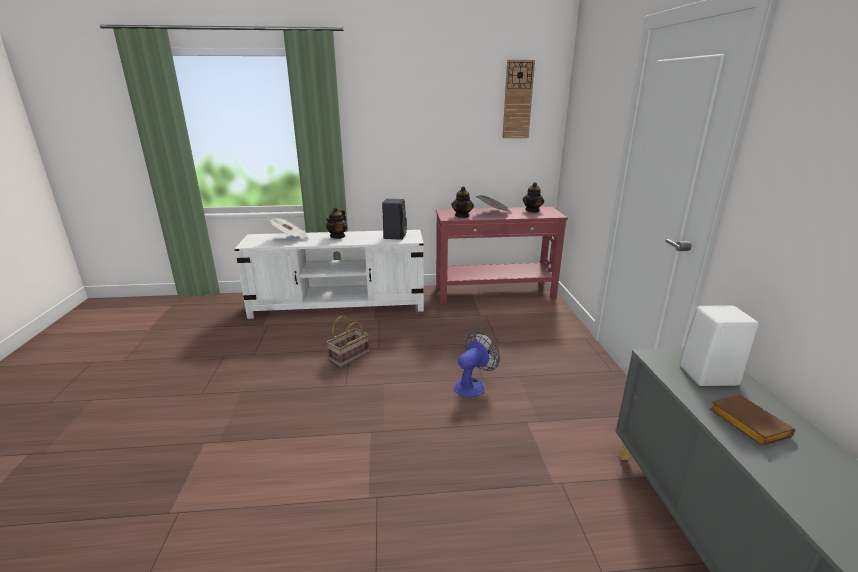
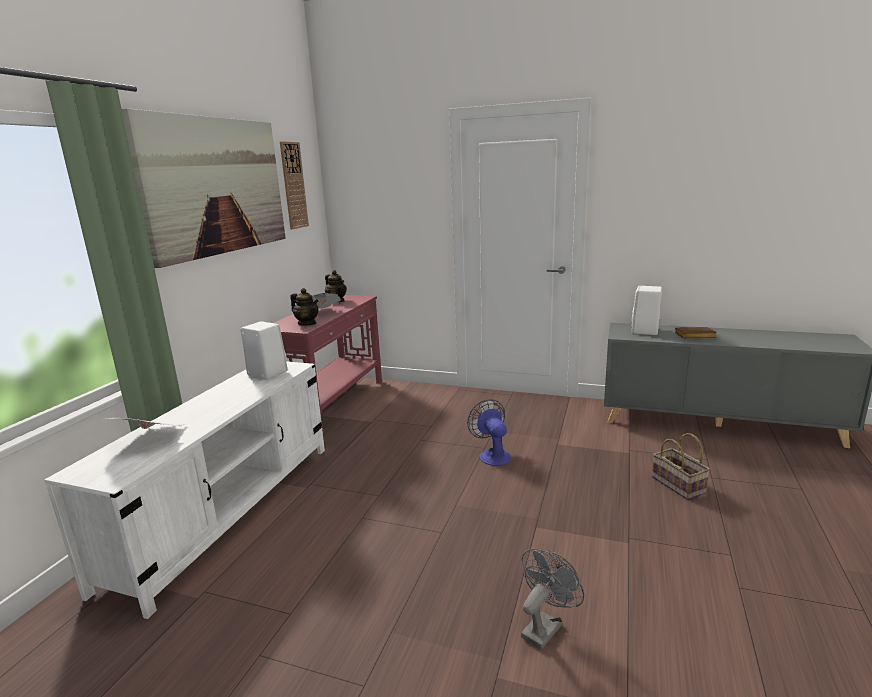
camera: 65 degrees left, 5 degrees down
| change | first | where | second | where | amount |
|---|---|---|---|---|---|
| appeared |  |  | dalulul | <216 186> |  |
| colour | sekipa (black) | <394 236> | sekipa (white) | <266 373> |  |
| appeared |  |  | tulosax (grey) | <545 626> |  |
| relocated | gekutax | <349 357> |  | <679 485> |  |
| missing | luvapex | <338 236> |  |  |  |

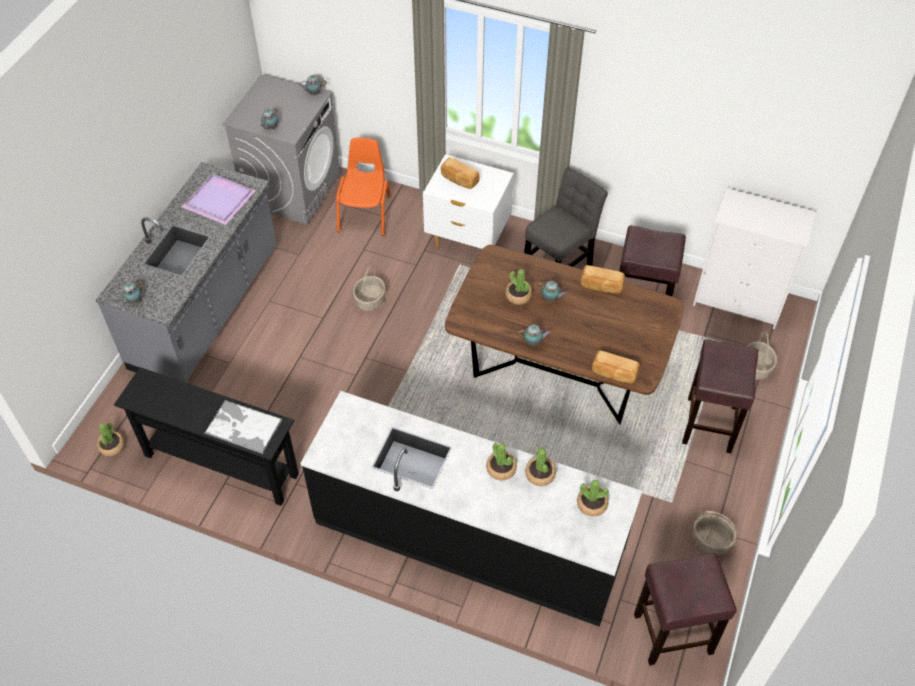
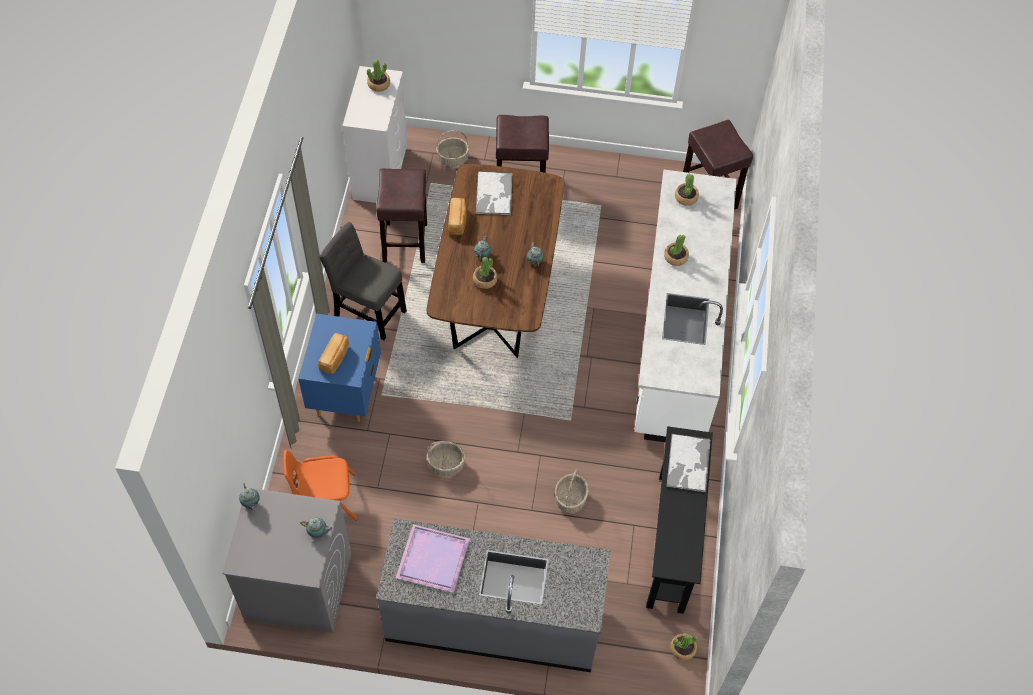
camera: 105 degrees left, 5 degrees up
| change | first | where | second | where | amount |
|---|---|---|---|---|---|
| colour | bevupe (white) | <468 240> | bevupe (blue) | <346 394> |  |
| relocated | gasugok | <540 474> |  | <378 84> |  |
| appeared |  |  | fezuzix | <494 194> |  |
| relocated | gekutax | <710 541> |  | <570 499> |  |
| colour | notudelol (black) | <468 537> | notudelol (white) | <676 334> |  |
| missing | luvapex | <133 301> |  |  |  |
| missing | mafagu | <614 373> |  |  |  |

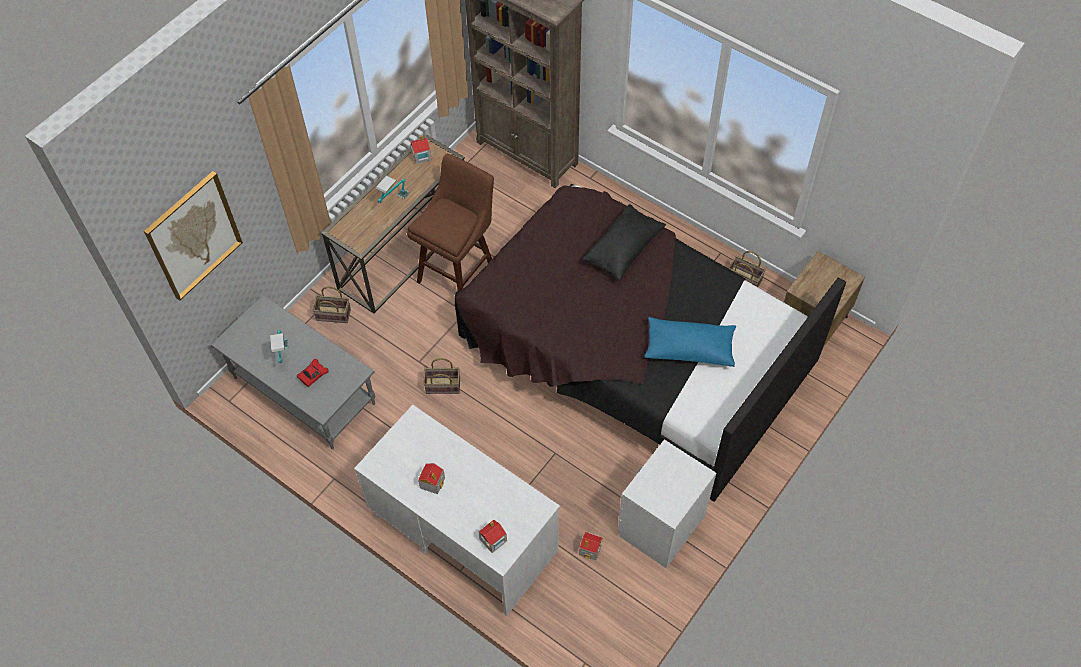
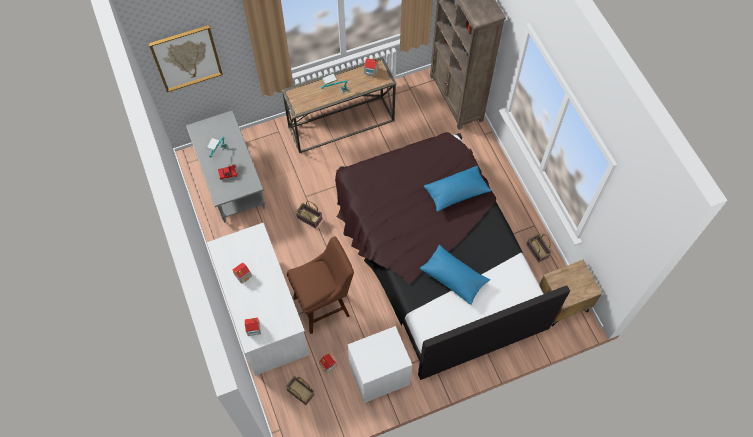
camera: 30 degrees right, 5 degrees up
| change | first | where | second | where | amount |
|---|---|---|---|---|---|
| relocated | gekutax | <332 315> |  | <299 392> |  |
| relocated | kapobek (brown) | <459 271> |  | <325 305> |  |
| colour | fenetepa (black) | <623 249> | fenetepa (blue) | <456 192> |  |

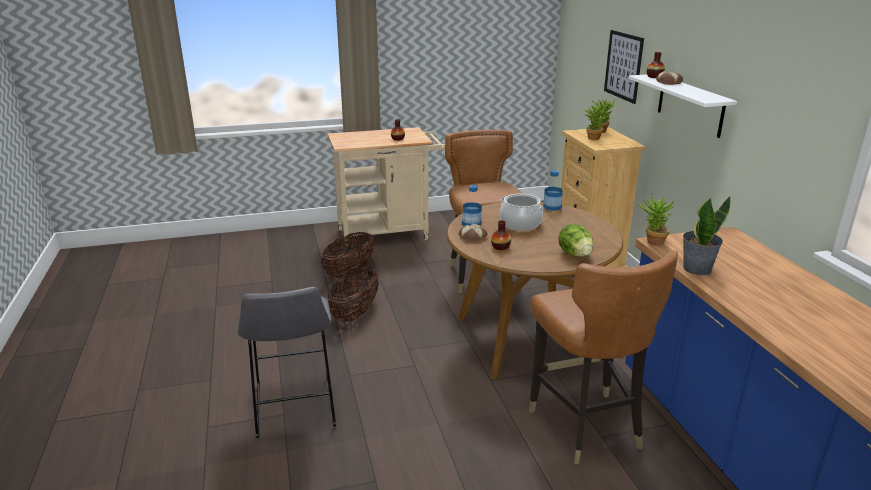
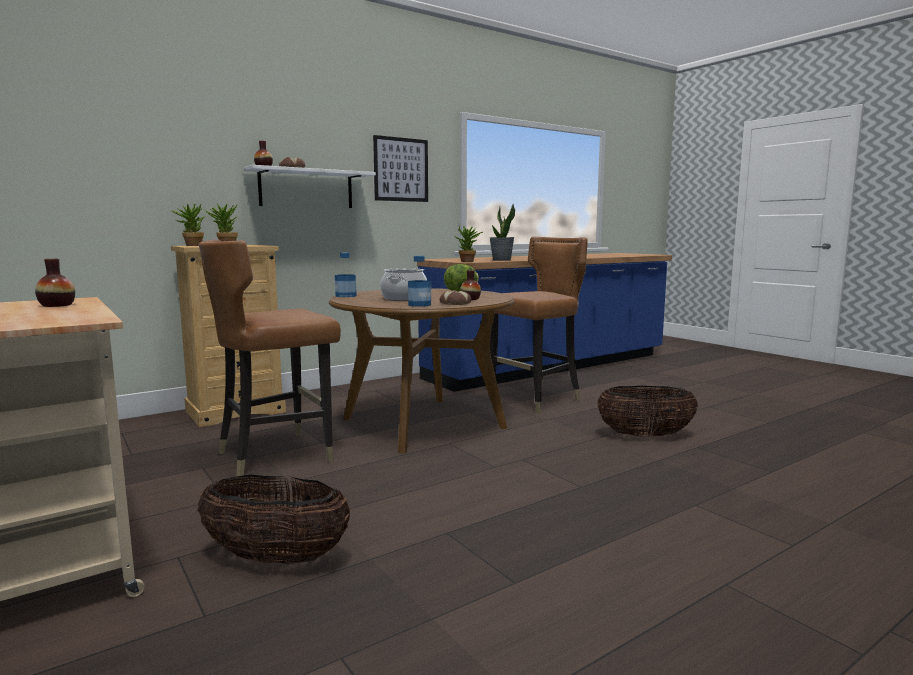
camera: 110 degrees left, 15 degrees down
| change | first | where | second | where | amount |
|---|---|---|---|---|---|
| relocated | dalulul | <623 66> |  | <401 169> |  |
| relocated | gekutax | <355 313> |  | <645 435> |  |
| missing | kapobek (grey) | <294 409> |  |  |  |

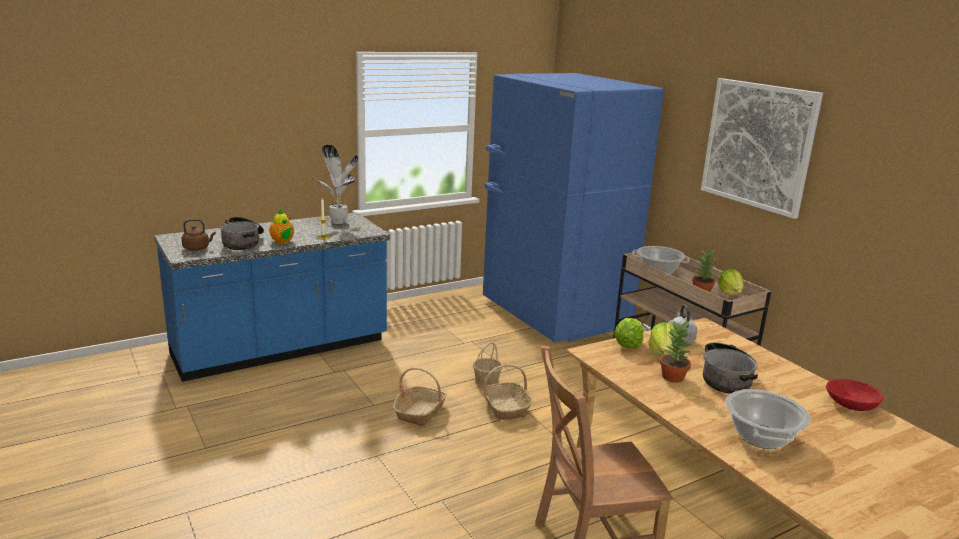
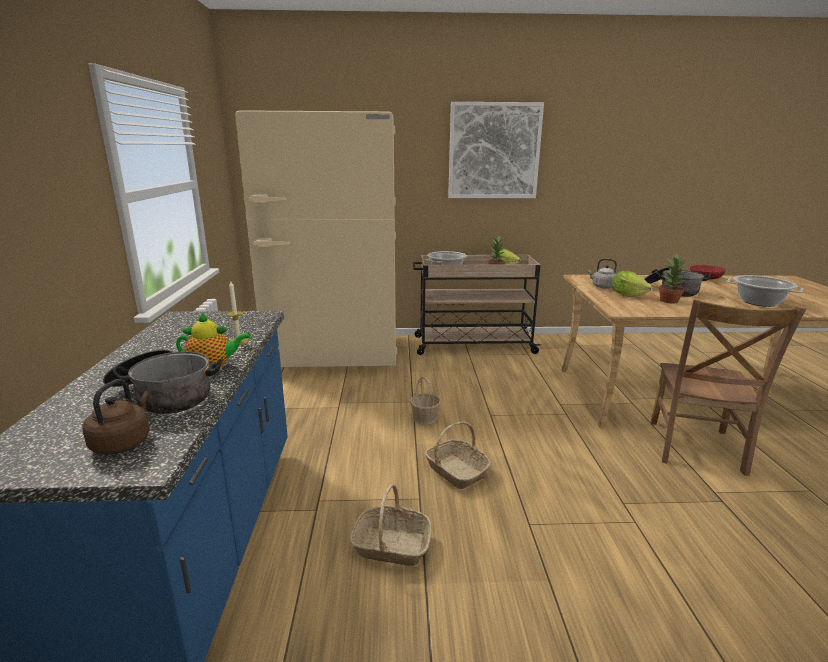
camera: 60 degrees left, 0 degrees up
| change | first | where | second | where | amount |
|---|---|---|---|---|---|
| colour | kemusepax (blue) | <554 315> | kemusepax (beige) | <335 354> |  |
| relocated | gekutax | <505 407> |  | <391 546> |  |
| missing | gasugok | <338 222> |  |  |  |
| missing | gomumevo | <627 345> |  |  |  |

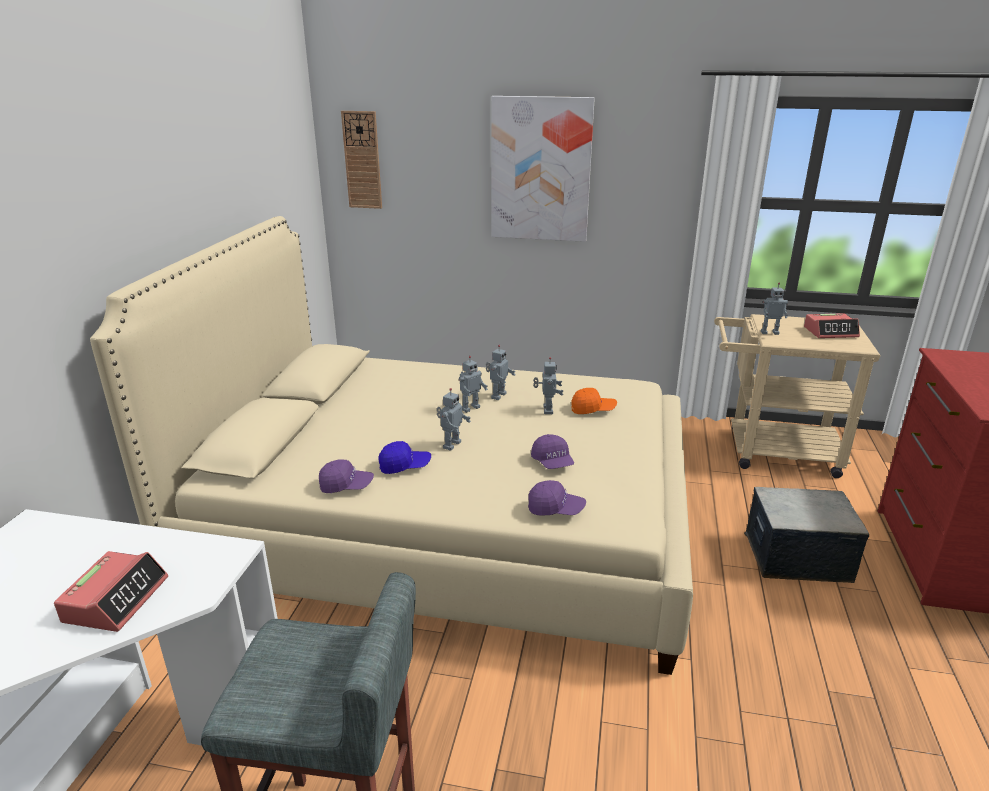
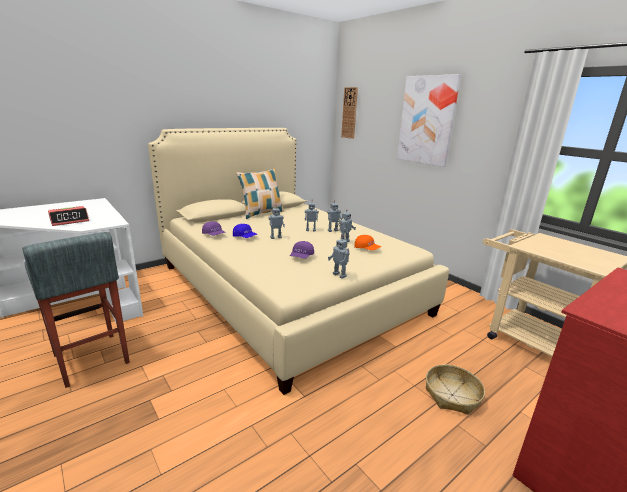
camera: 40 degrees right, 5 degrees down
| change | first | where | second | where | amount |
|---|---|---|---|---|---|
| appeared |  |  | fenetepa | <261 213> |  |
| relocated | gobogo | <769 332> |  | <340 275> |  |
| exchanged | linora | <796 557> | gekutax | <452 395> |  |
| missing | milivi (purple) | <555 509> |  |  |  |
| missing | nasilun | <830 332> |  |  |  |

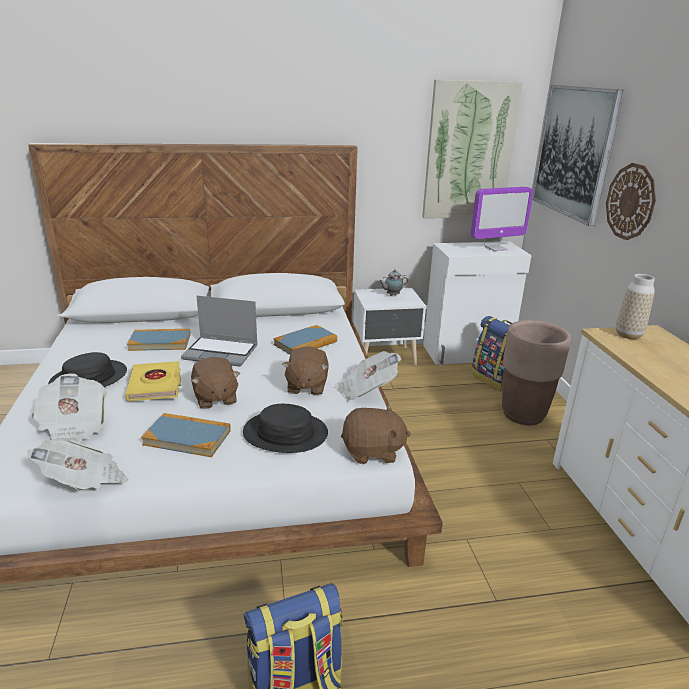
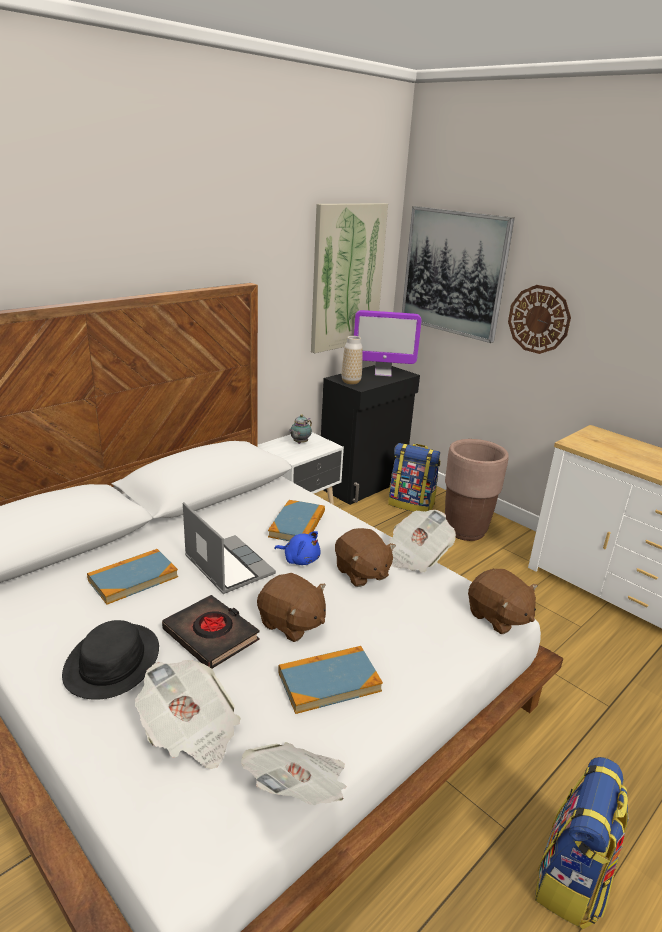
camera: 35 degrees left, 0 degrees up
| change | first | where | second | where | amount |
|---|---|---|---|---|---|
| colour | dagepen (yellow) | <155 385> | dagepen (black) | <211 635> |  |
| spun | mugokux | <222 352> |  | <227 566> | 105 degrees counterclockwise |
| appeared |  |  | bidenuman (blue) | <300 559> |  |
| colour | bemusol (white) | <467 353> | bemusol (black) | <364 484> |  |
| relocated | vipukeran | <628 335> |  | <351 382> |  |
| spun | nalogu | <495 248> |  | <383 373> | 60 degrees clockwise |
| spun | bidenuman (brown) | <373 452> |  | <498 617> | 90 degrees clockwise |
| missing | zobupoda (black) | <285 433> |  |  |  |

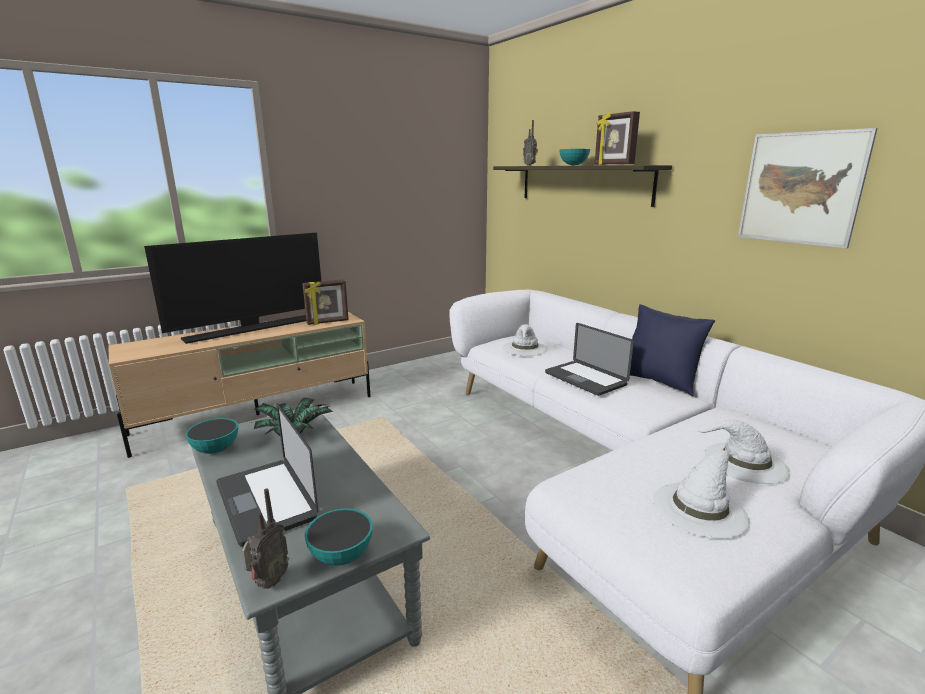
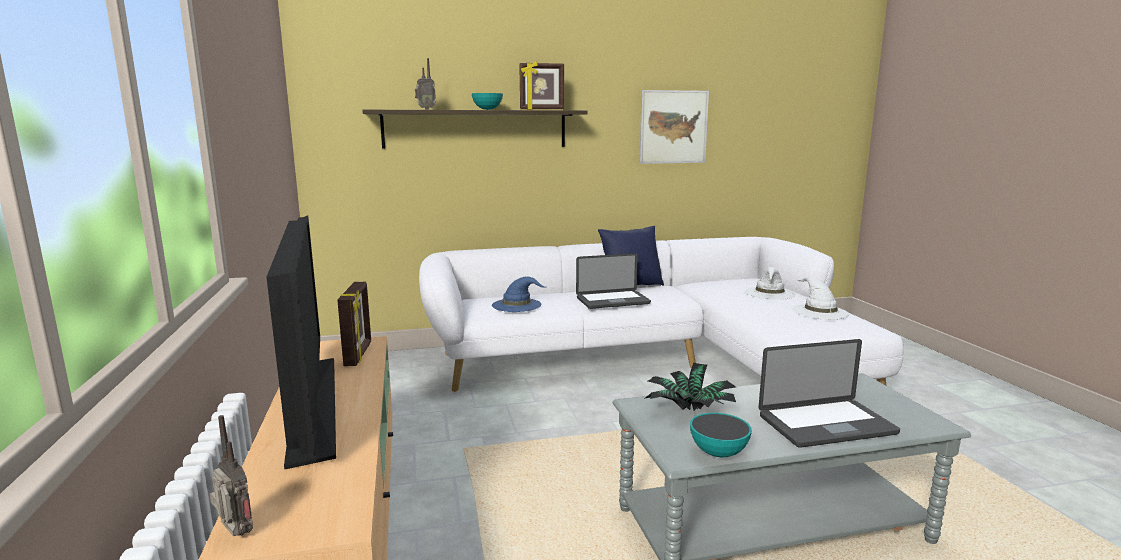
camera: 70 degrees left, 5 degrees down
| change | first | where | second | where | amount |
|---|---|---|---|---|---|
| relocated | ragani | <268 582> |  | <235 535> |  |
| colour | zobupoda (white) | <525 348> | zobupoda (blue) | <517 305> |  |
| missing | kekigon | <341 556> |  |  |  |

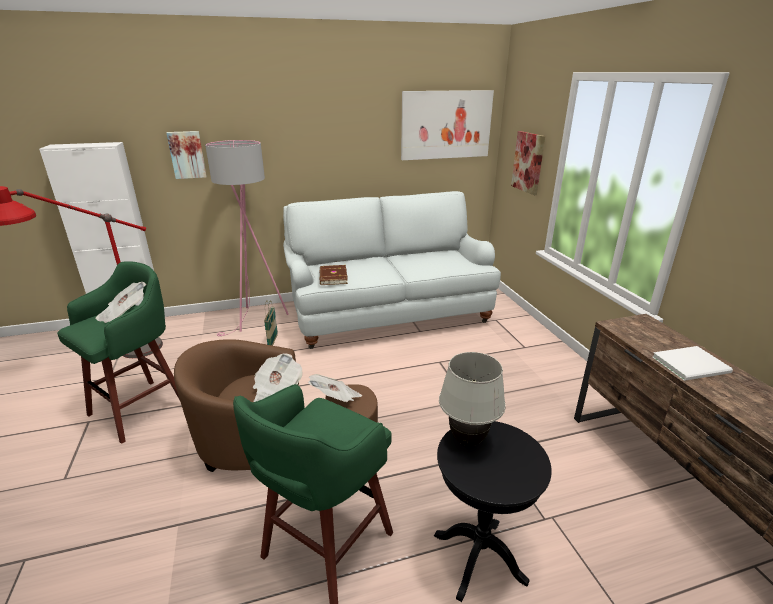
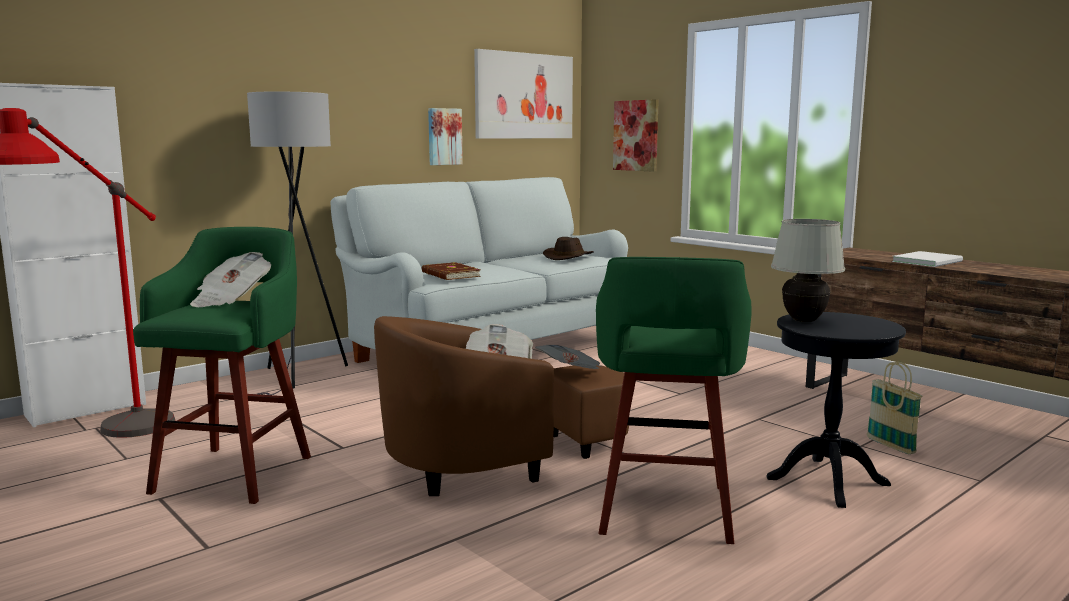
camera: 25 degrees left, 15 degrees down
| change | first | where | second | where | amount |
|---|---|---|---|---|---|
| colour | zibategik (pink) | <256 320> | zibategik (grey) | <302 376> |  |
| relocated | dalulul | <187 155> |  | <444 136> |  |
| appeared |  |  | zobupoda (brown) | <569 257> |  |
| relocated | gekutax | <273 341> |  | <890 446> |  |

